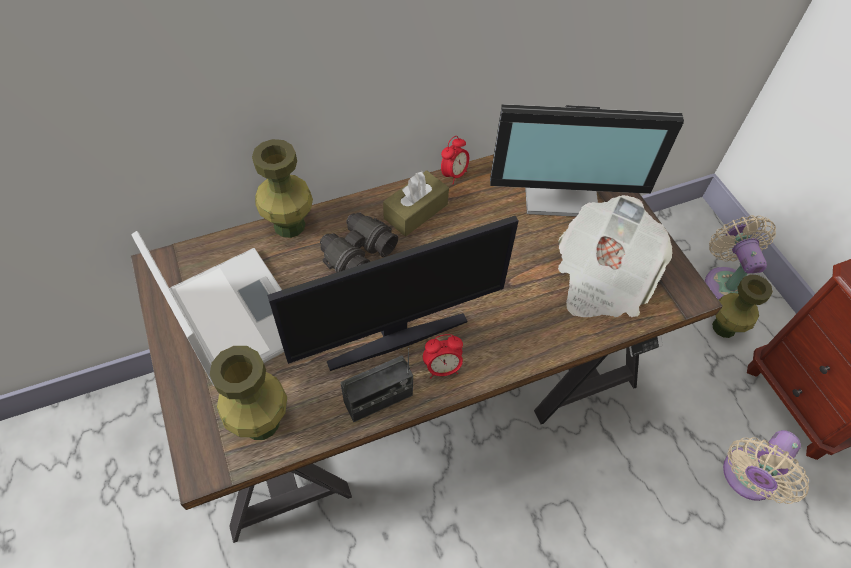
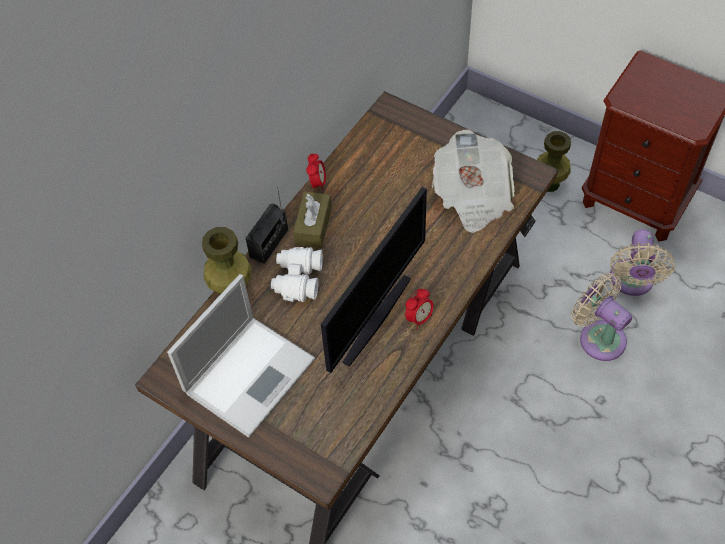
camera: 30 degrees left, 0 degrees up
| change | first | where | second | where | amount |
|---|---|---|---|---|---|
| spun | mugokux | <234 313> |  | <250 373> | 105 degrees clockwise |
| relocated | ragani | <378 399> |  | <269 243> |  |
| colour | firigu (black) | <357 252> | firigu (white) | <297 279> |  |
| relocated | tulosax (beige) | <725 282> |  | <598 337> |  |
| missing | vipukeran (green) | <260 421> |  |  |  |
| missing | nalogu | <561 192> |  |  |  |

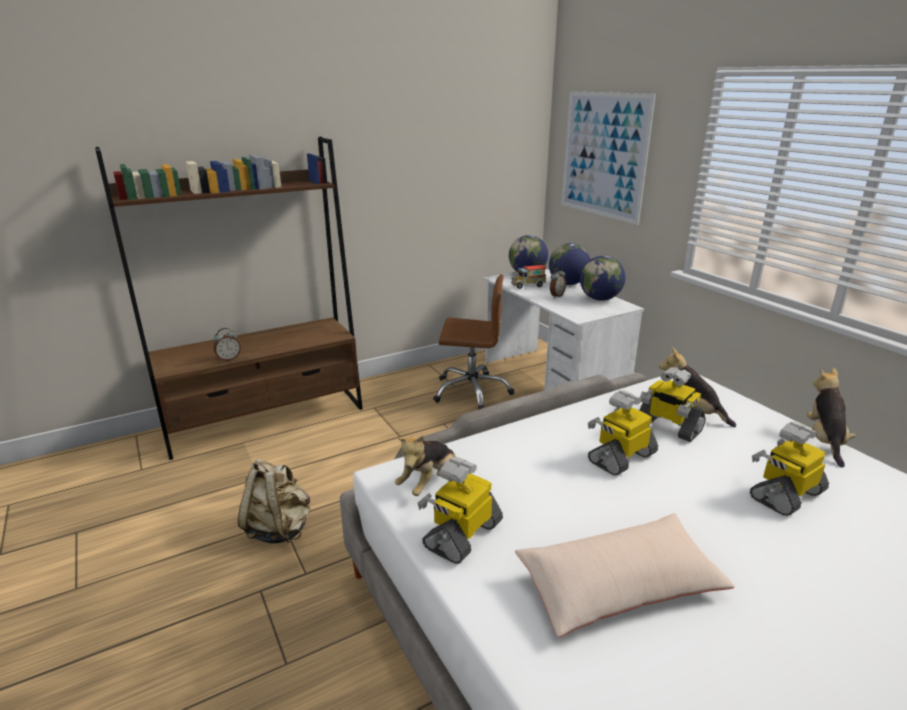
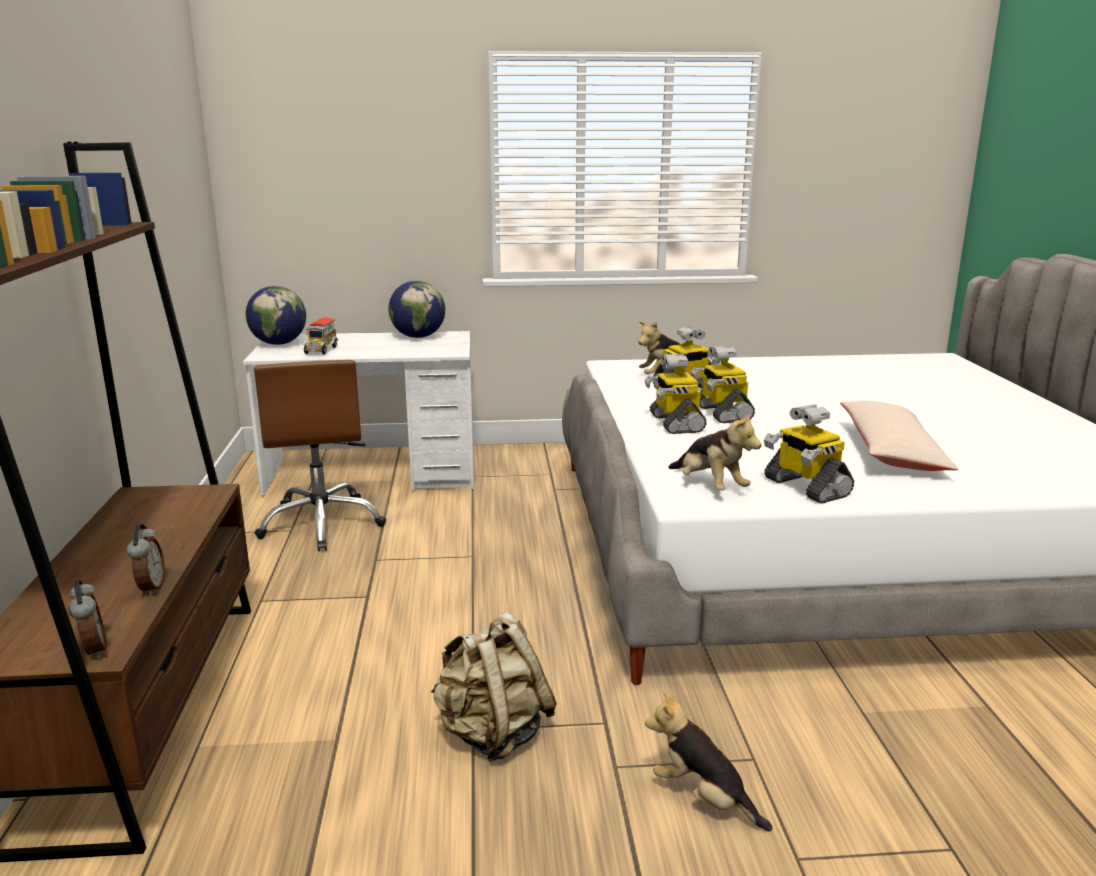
camera: 65 degrees left, 5 degrees down
| change | first | where | second | where | amount |
|---|---|---|---|---|---|
| relocated | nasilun | <556 296> |  | <93 650> |  |
| spun | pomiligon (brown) | <471 391> |  | <322 523> | 135 degrees clockwise |
| relocated | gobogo | <785 494> |  | <675 423> |  |
| relocated | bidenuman | <824 440> |  | <703 798> |  |
| missing | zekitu | <568 284> |  |  |  |
| missing | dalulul | <603 155> |  |  |  |

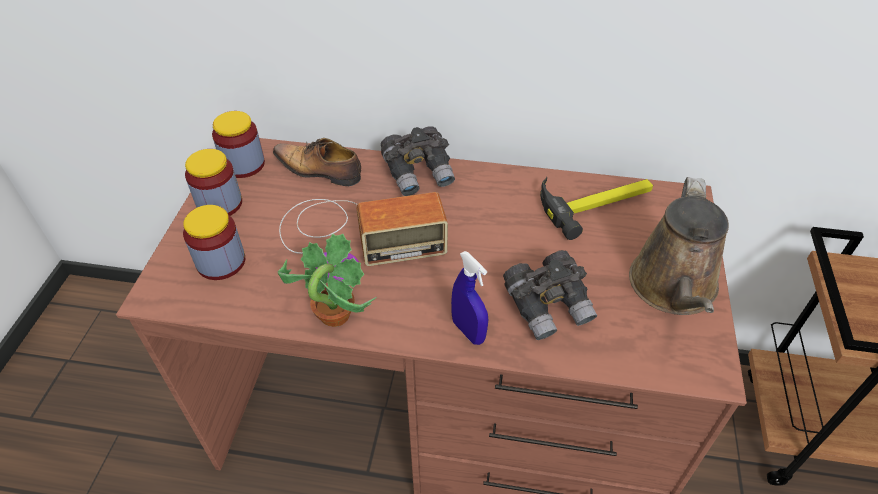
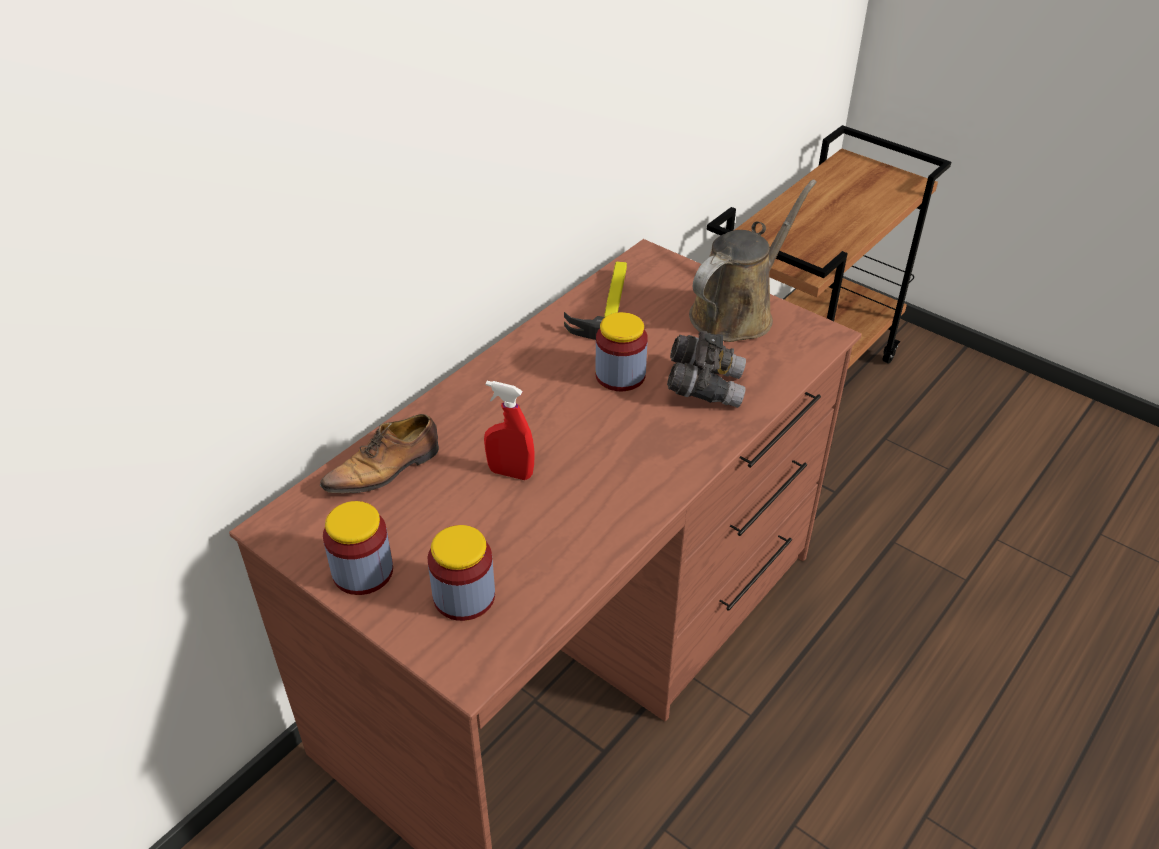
camera: 60 degrees left, 5 degrees down
| change | first | where | second | where | amount |
|---|---|---|---|---|---|
| exchanged | ragani | <356 232> | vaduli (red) | <510 473> |  |
| relocated | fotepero | <243 164> |  | <620 375> |  |
| spun | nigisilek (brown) | <673 289> |  | <737 313> | 90 degrees counterclockwise |
| missing | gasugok | <333 314> |  |  |  |
| missing | firigu (grey) | <419 173> |  |  |  |
| missing | vaduli (blue) | <468 331> |  |  |  |

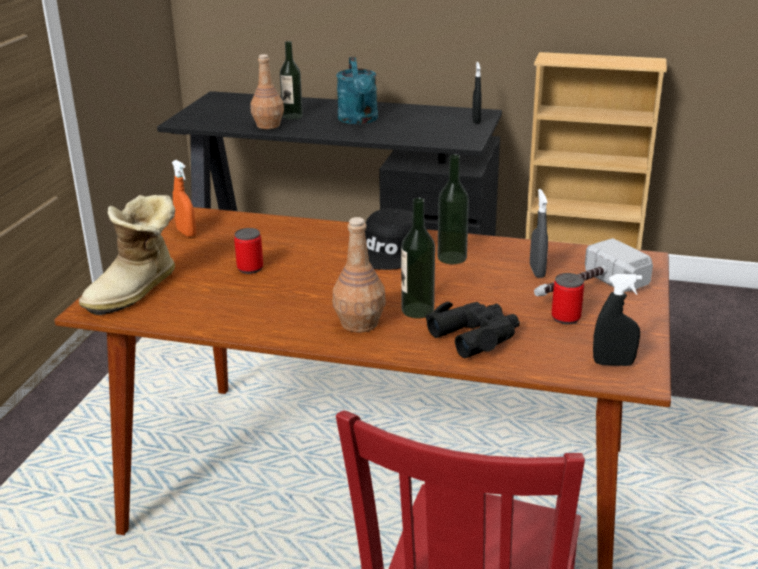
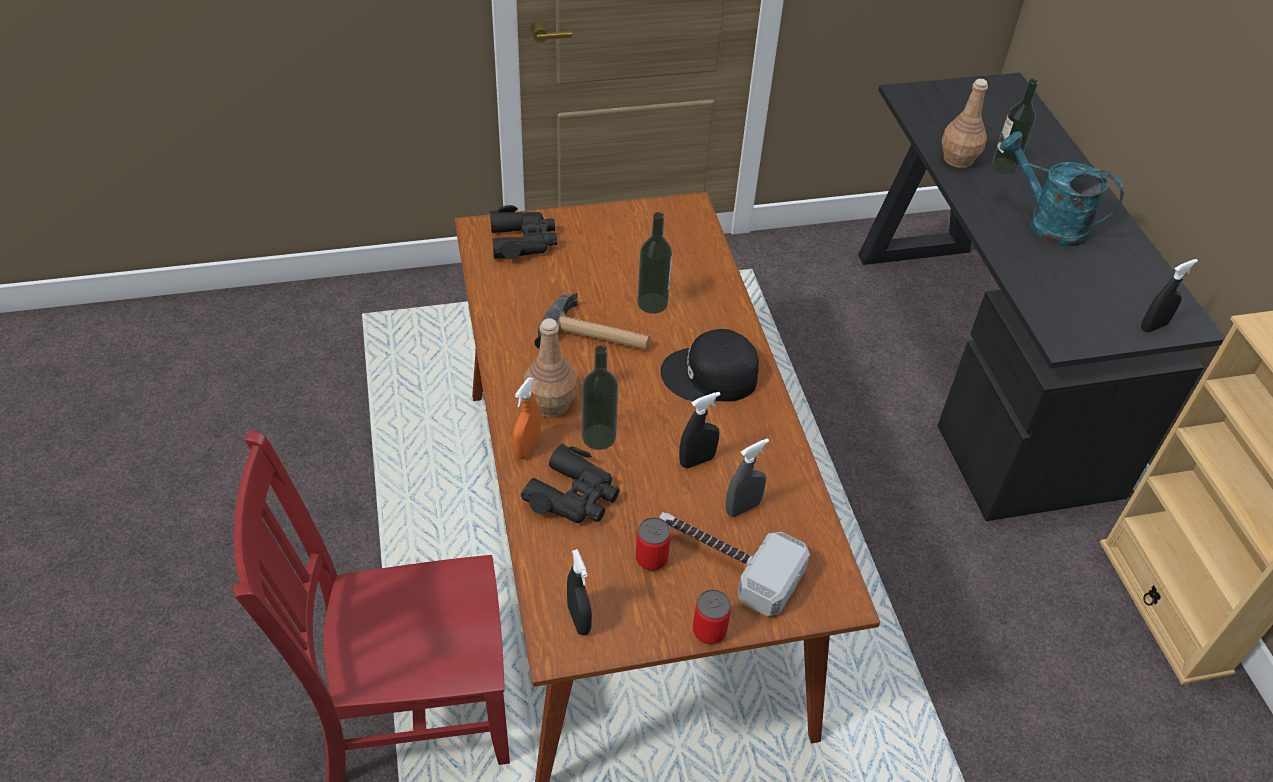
camera: 60 degrees right, 20 degrees up
| change | first | where | second | where | amount |
|---|---|---|---|---|---|
| exchanged | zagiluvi | <137 292> | firigu (black) | <523 241> |  |
| relocated | vaduli (orange) | <186 233> |  | <527 448> |  |
| appeared |  |  | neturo | <596 336> |  |
| relocated | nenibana | <452 258> |  | <652 303> |  |
| appeared |  |  | vaduli (black) | <697 460> |  |
| relocated | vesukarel | <250 268> |  | <709 631> |  |
| spun | nigisilek (turquoise) | <359 120> |  | <1047 222> | 75 degrees clockwise |

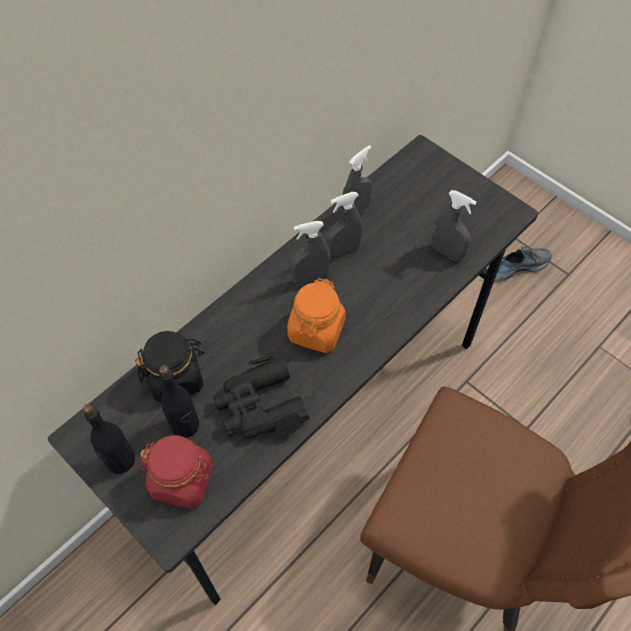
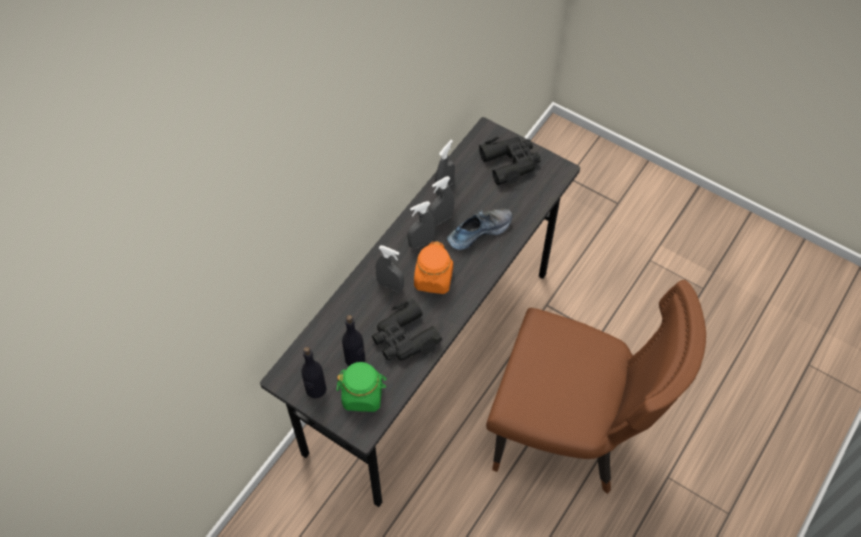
camera: 10 degrees left, 0 degrees up
| change | first | where | second | where | amount |
|---|---|---|---|---|---|
| colour | fotepero (red) | <183 480> | fotepero (green) | <363 395> |  |
| relocated | vaduli (grey) | <447 252> |  | <390 285> |  |
| relocated | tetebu | <517 266> |  | <478 231> |  |
| appeared |  |  | firigu (black) | <510 163> |  |
| missing | fotepero (black) | <176 378> |  |  |  |

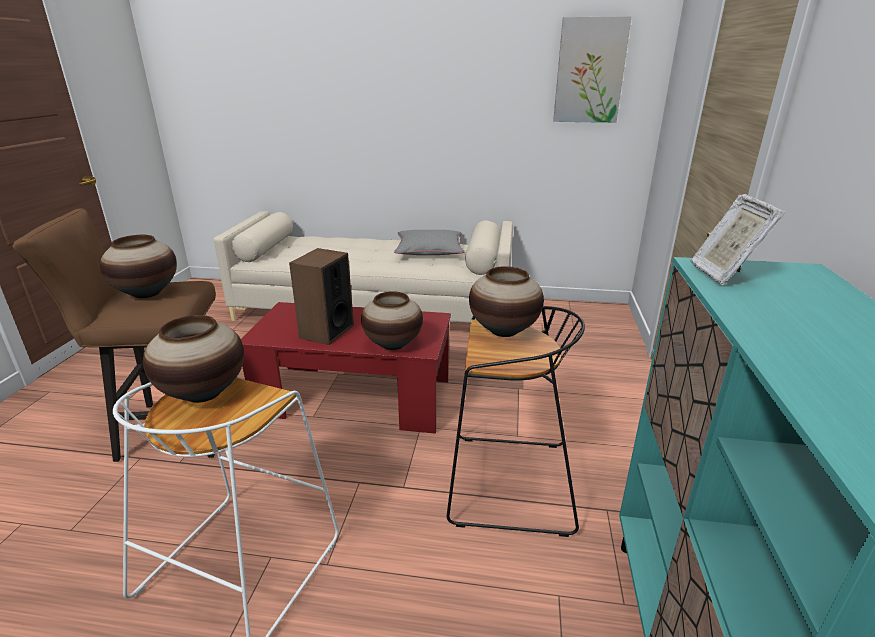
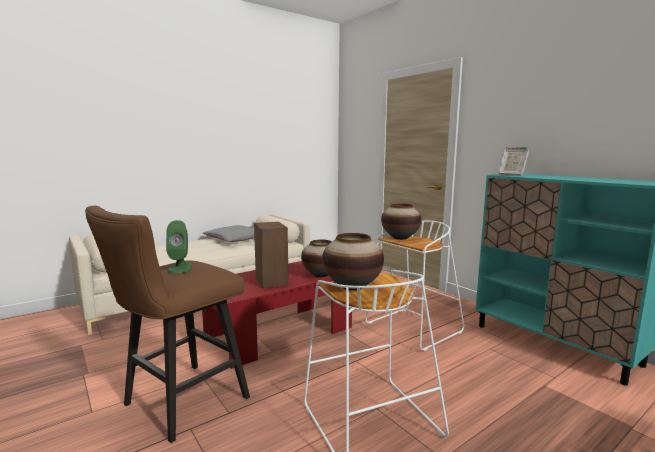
camera: 45 degrees left, 15 degrees down
| change | first | where | second | where | amount |
|---|---|---|---|---|---|
| exchanged | vipukeran | <147 293> | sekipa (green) | <180 268> |  |
| colour | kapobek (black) | <507 483> | kapobek (white) | <413 329> |  |
| missing | dalulul | <590 71> |  |  |  |

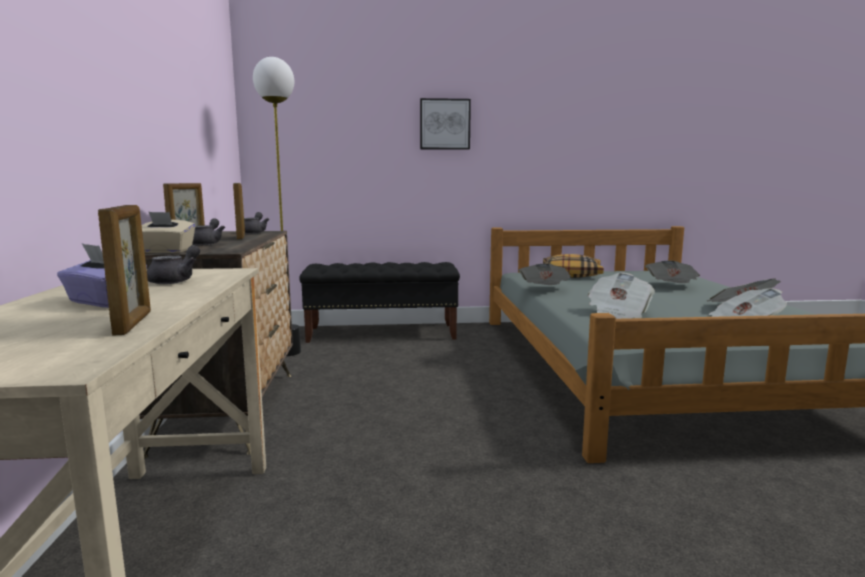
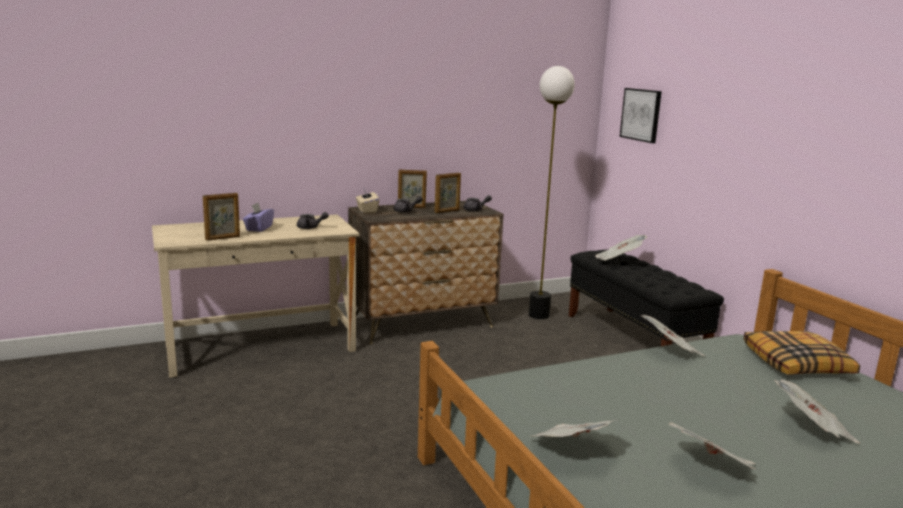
camera: 70 degrees right, 5 degrees up
| change | first | where | second | where | amount |
|---|---|---|---|---|---|
| relocated | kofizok | <617 314> |  | <618 260> |  |
| relocated | dalulul | <445 124> |  | <641 115> |  |

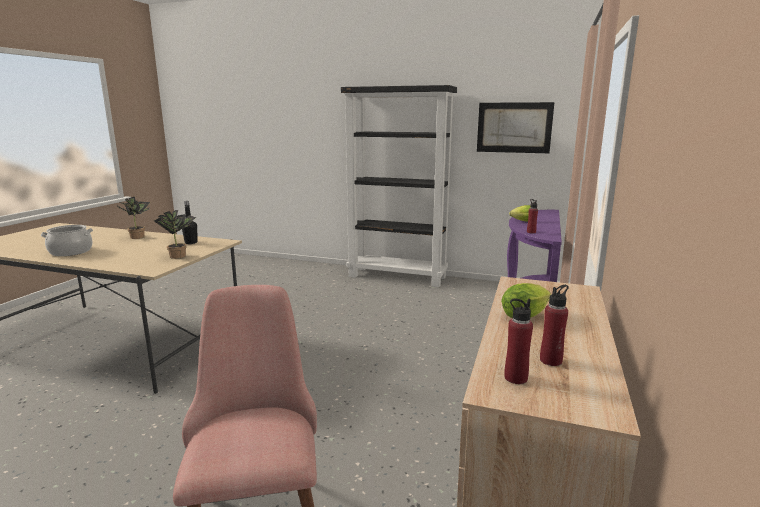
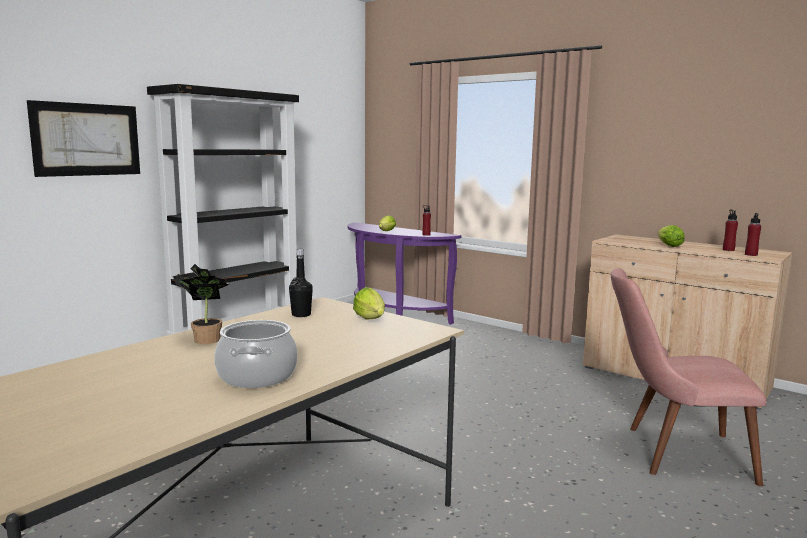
camera: 70 degrees left, 5 degrees down
| change | first | where | second | where | amount |
|---|---|---|---|---|---|
| relocated | dalulul | <514 127> |  | <87 139> |  |
| exchanged | gasugok | <179 255> | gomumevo | <371 320> |  |

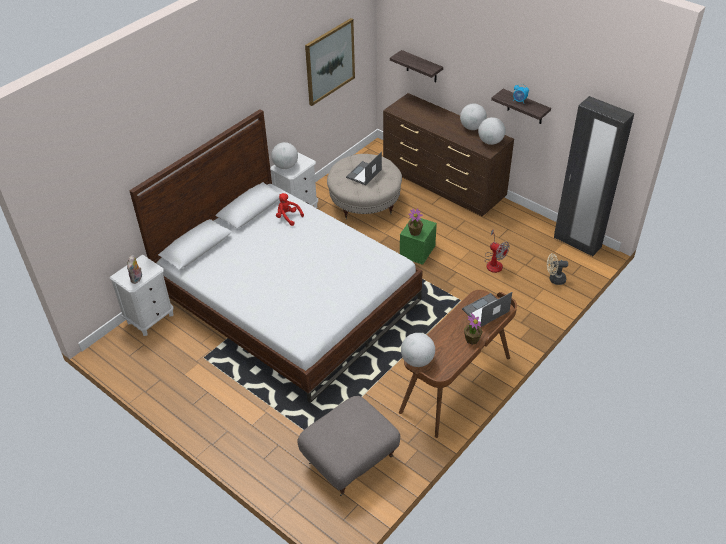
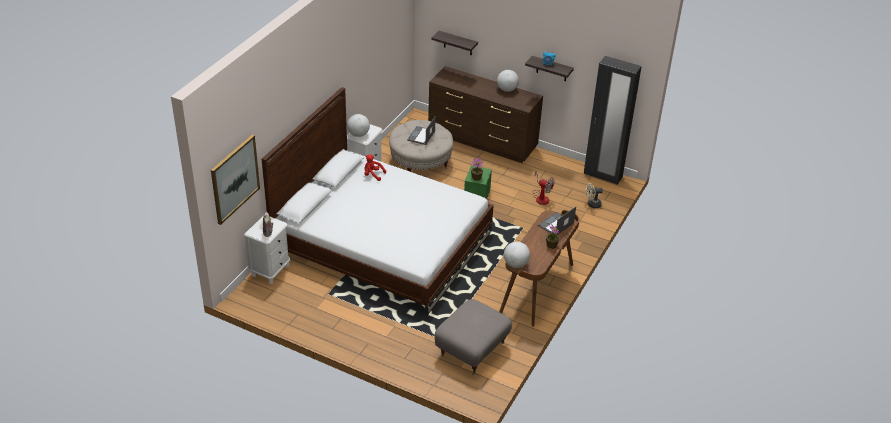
camera: 15 degrees left, 5 degrees down
| change | first | where | second | where | amount |
|---|---|---|---|---|---|
| relocated | dalulul | <330 61> |  | <235 179> |  |
| missing | zekitu | <490 142> |  |  |  |

